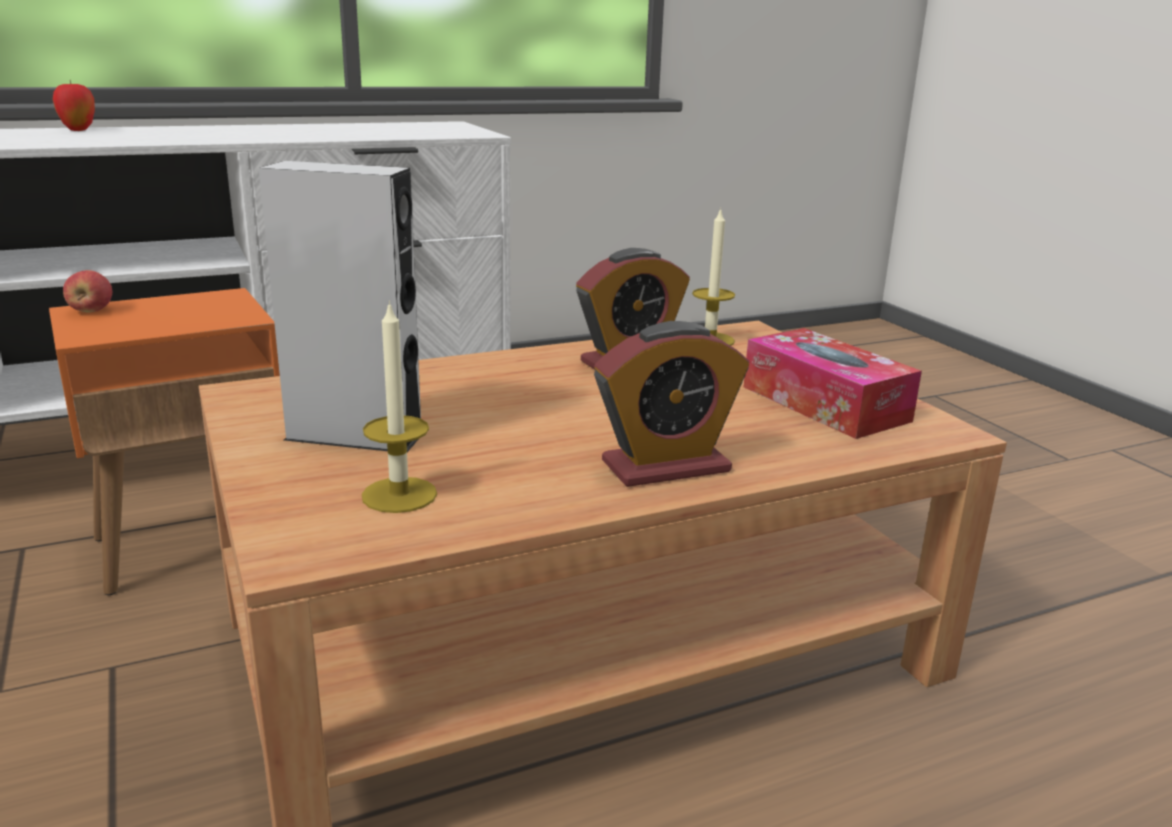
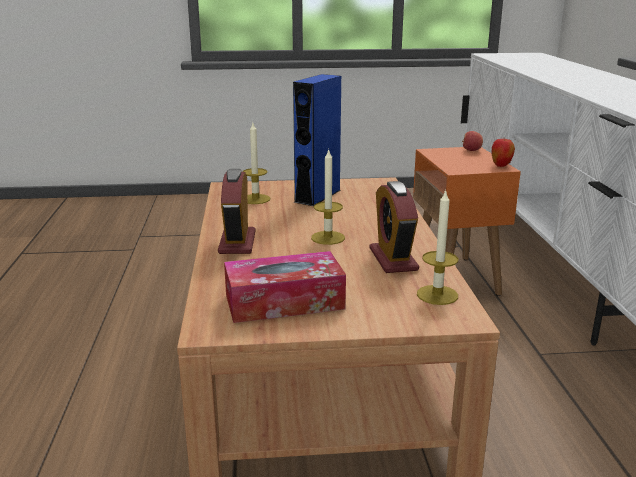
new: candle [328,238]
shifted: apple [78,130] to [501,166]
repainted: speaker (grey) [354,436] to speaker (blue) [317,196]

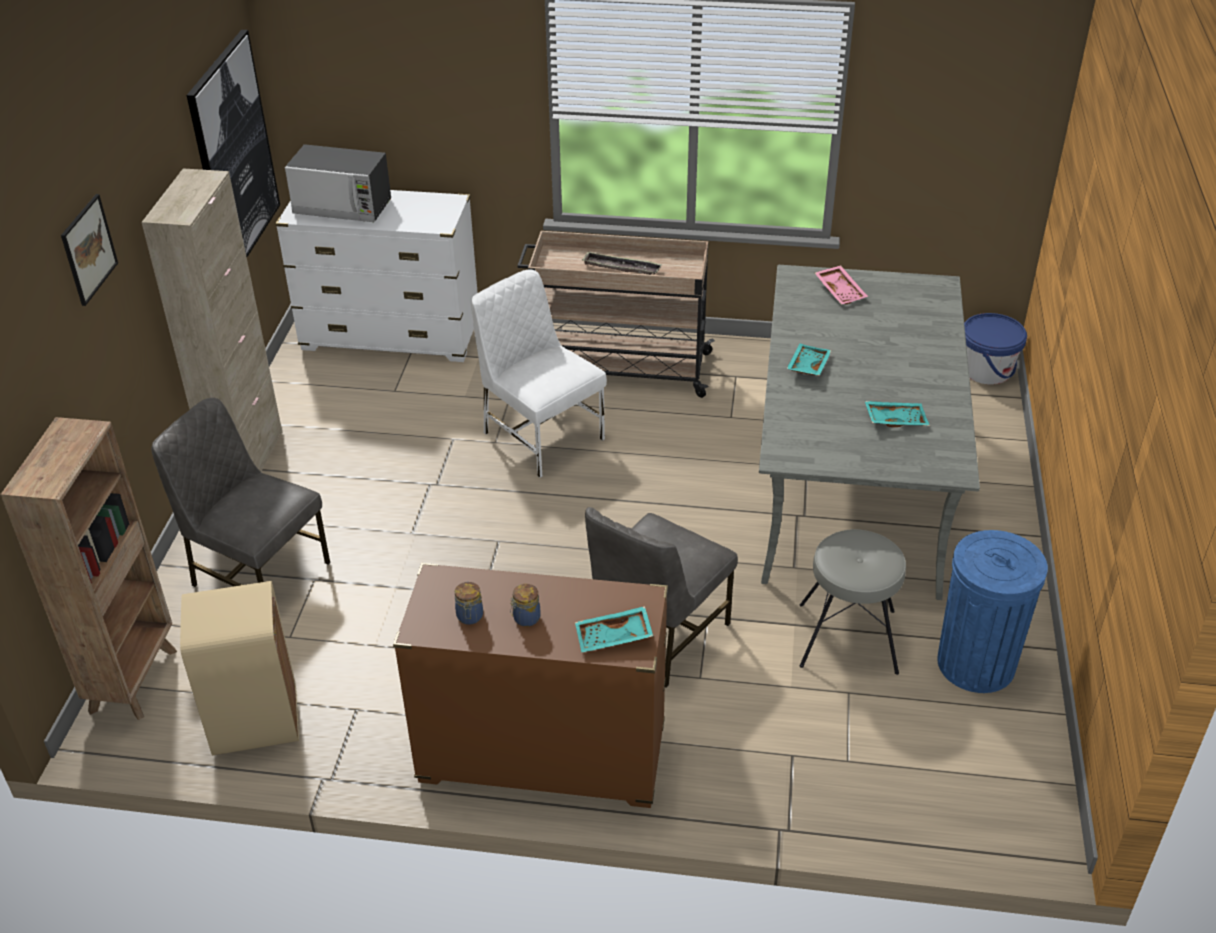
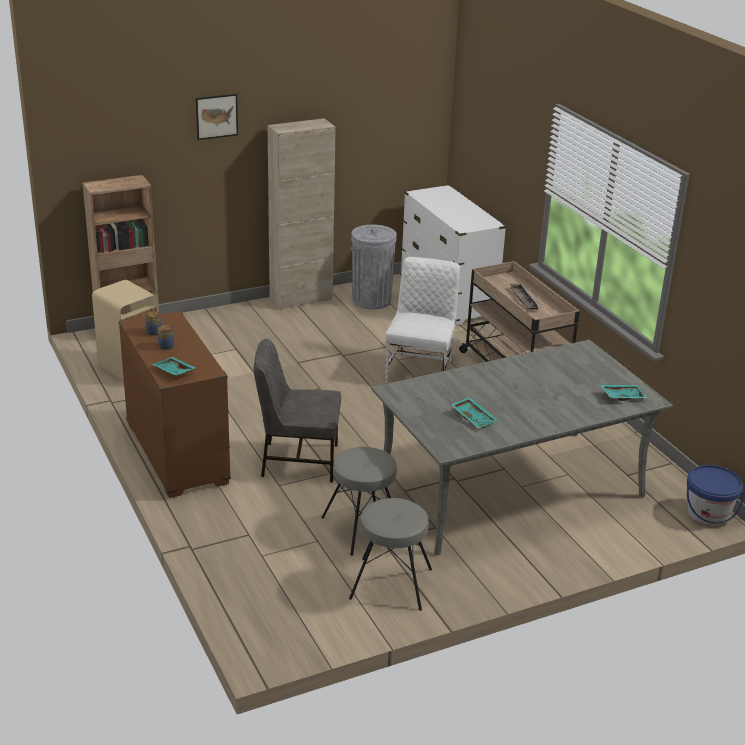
gone: picture [233,154]; microwave [343,207]; tray (pink) [841,291]; chair (grey) [258,574]
new: trash can (grey) [371,300]
shifted: tray (turquoise) [807,366] to [622,396]
swapped: trash can (blue) [976,664] to stool (grey) [391,584]

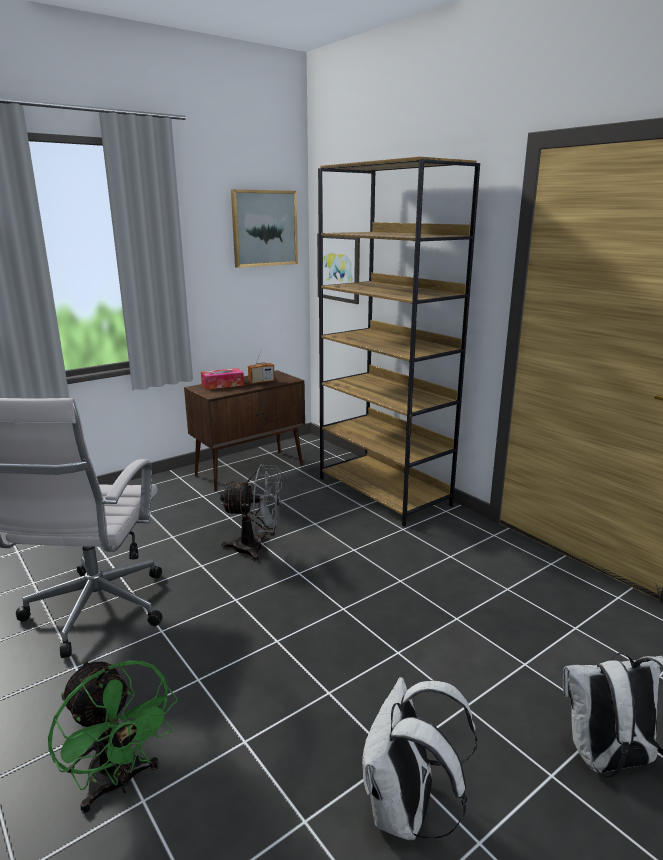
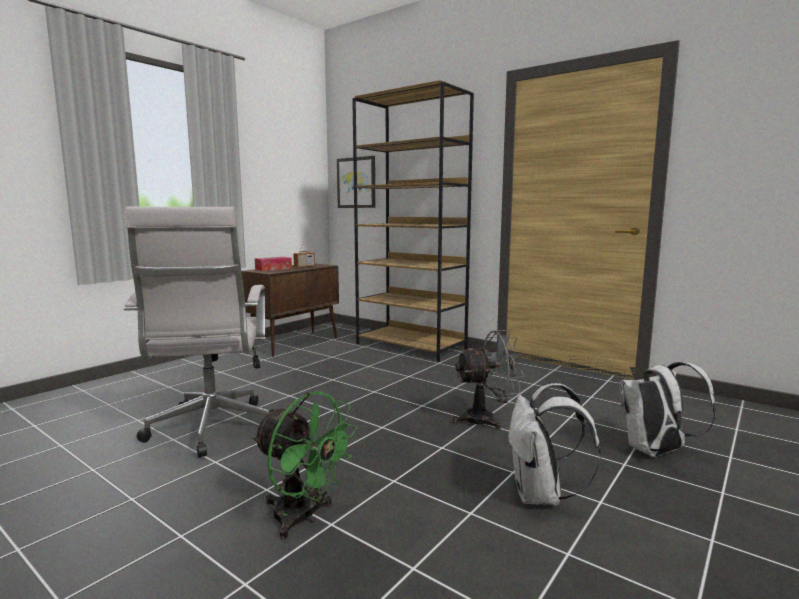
gone: picture [264,228]
shifted: fan (grey) [256,548] to [487,419]

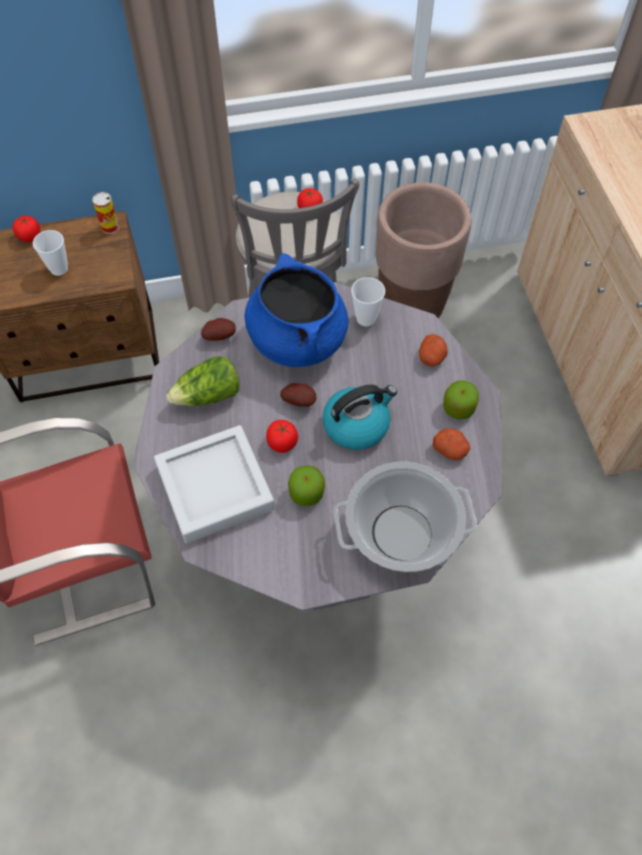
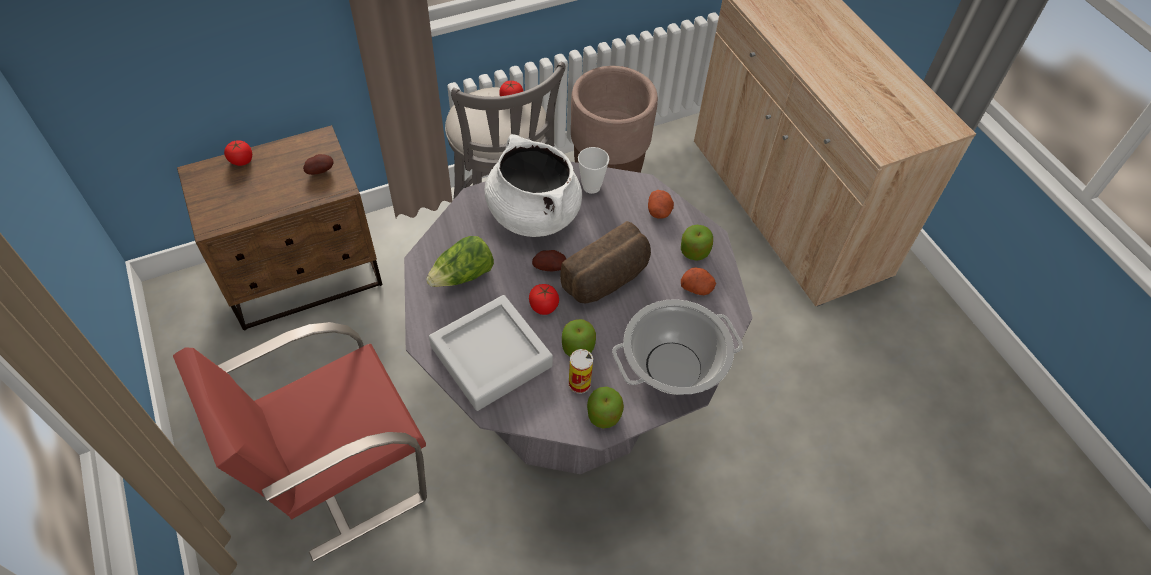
gone: cup [59,269]
new: apple [604,415]
shifted: can [110,227] to [579,383]; potato [220,336] to [320,171]
swapped: kettle [357,425] to bread [608,280]
repainted: cooking pot (blue) [296,339] to cooking pot (white) [533,214]

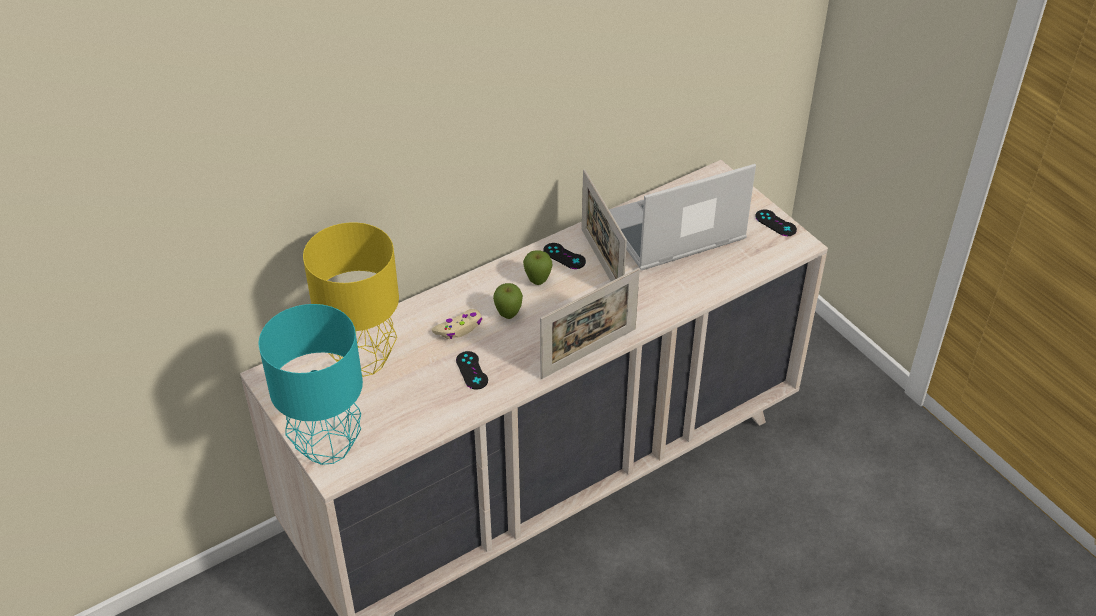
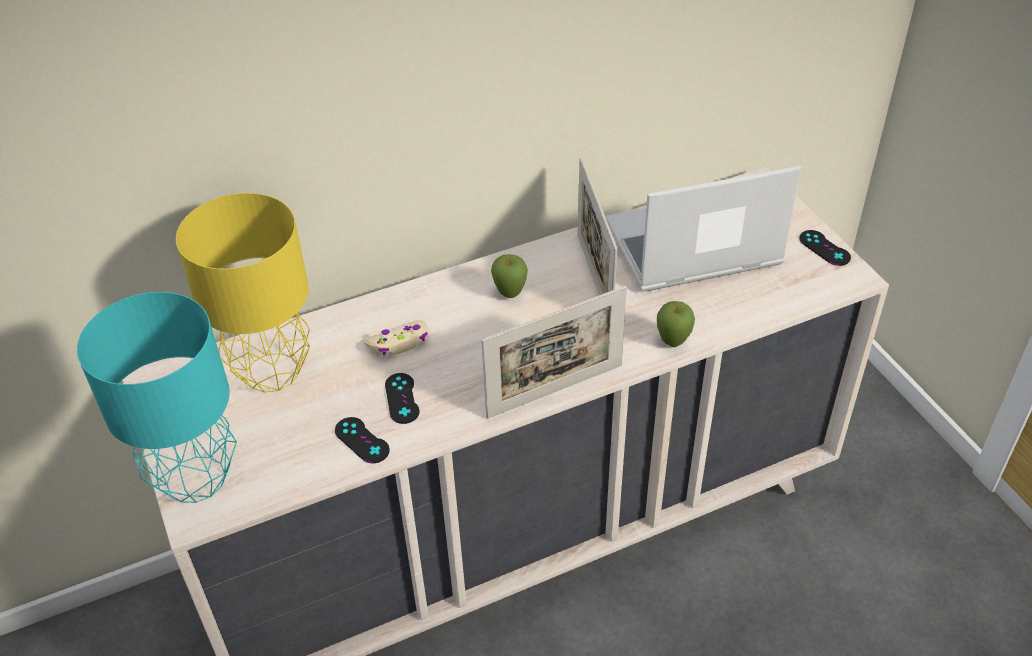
shifted: game controller (black) [564,256] to [362,440]; apple [508,315] to [673,343]

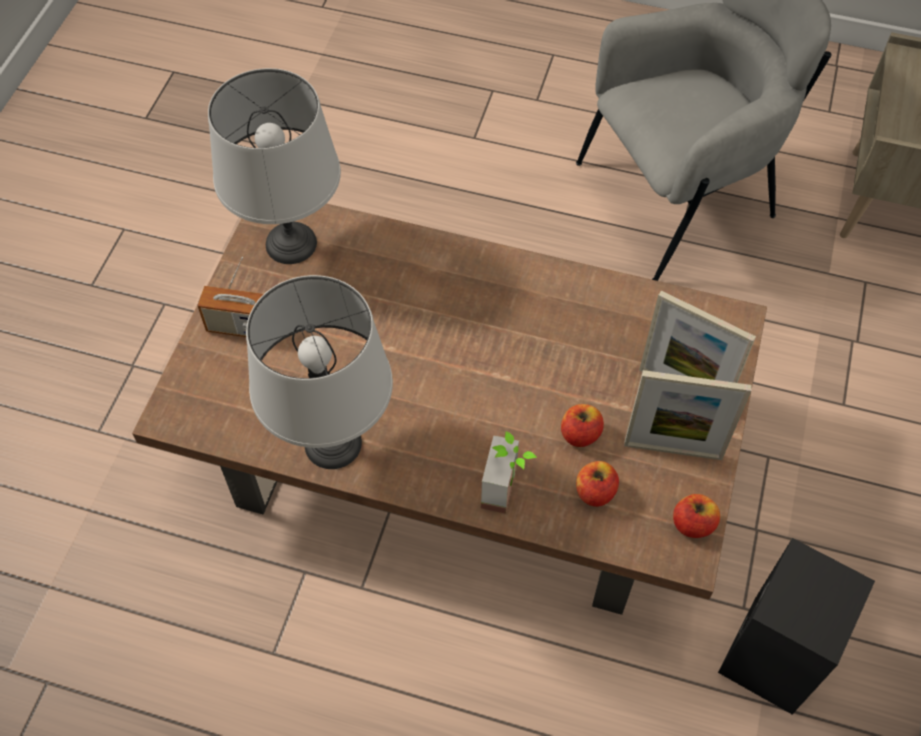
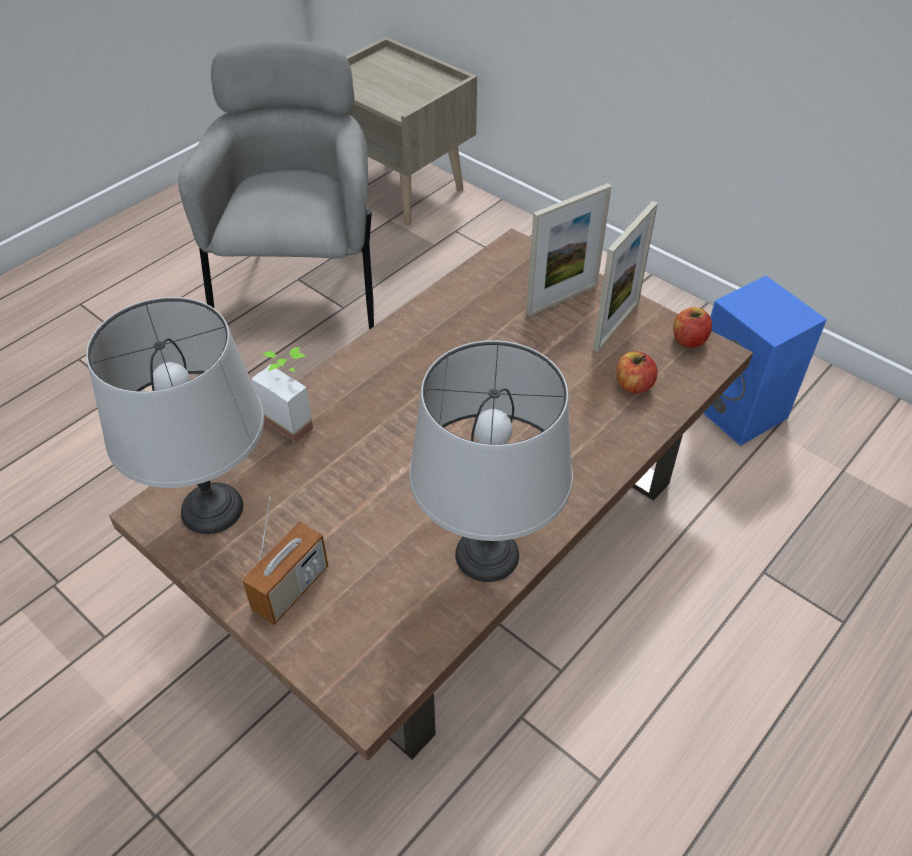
gone: apple [580,434]
shifted: potted plant [509,490] to [294,417]
repainted: speaker (black) [773,659] to speaker (blue) [740,409]

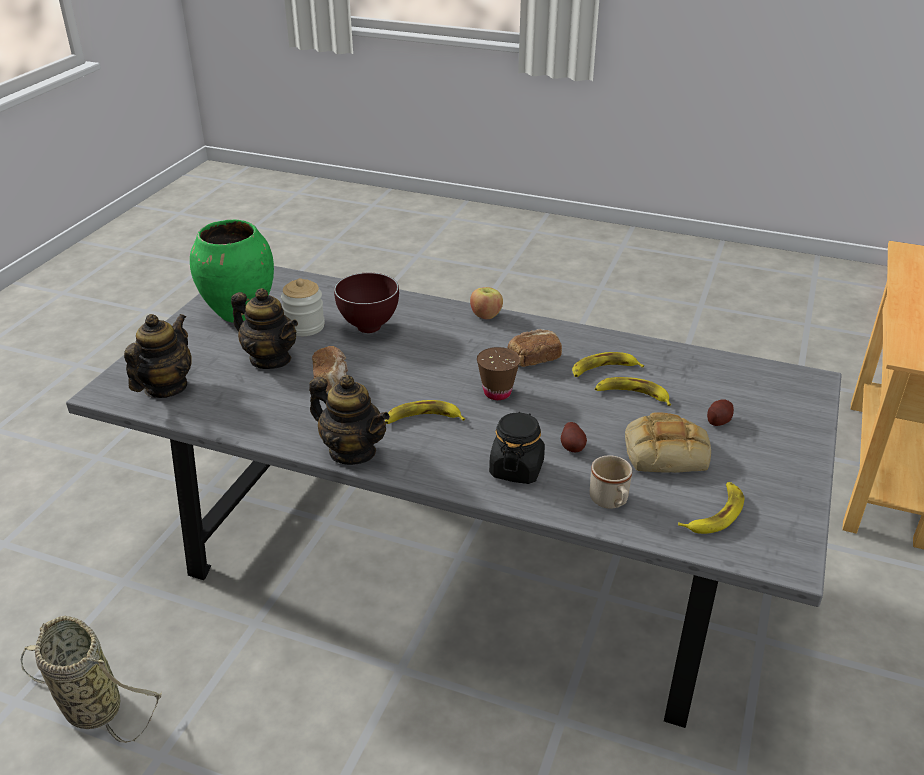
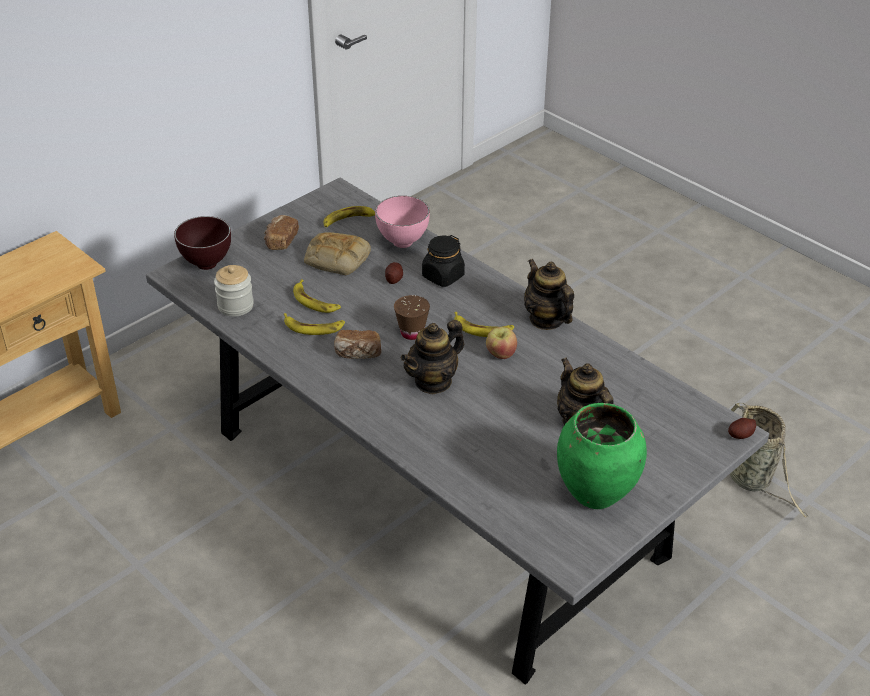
shifted: bowl (brown) [370,328] to [205,264]; jar [305,326] to [235,306]; apple [486,315] to [500,354]; teapot [165,387] to [433,381]; bread [331,380] to [281,241]; potato [718,420] to [740,435]
swapped: mug (beige) [611,502] to bowl (pink) [402,242]

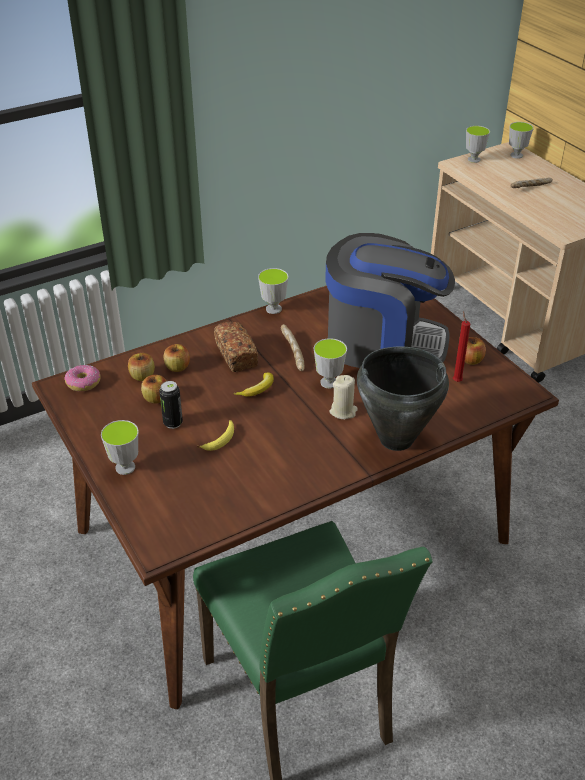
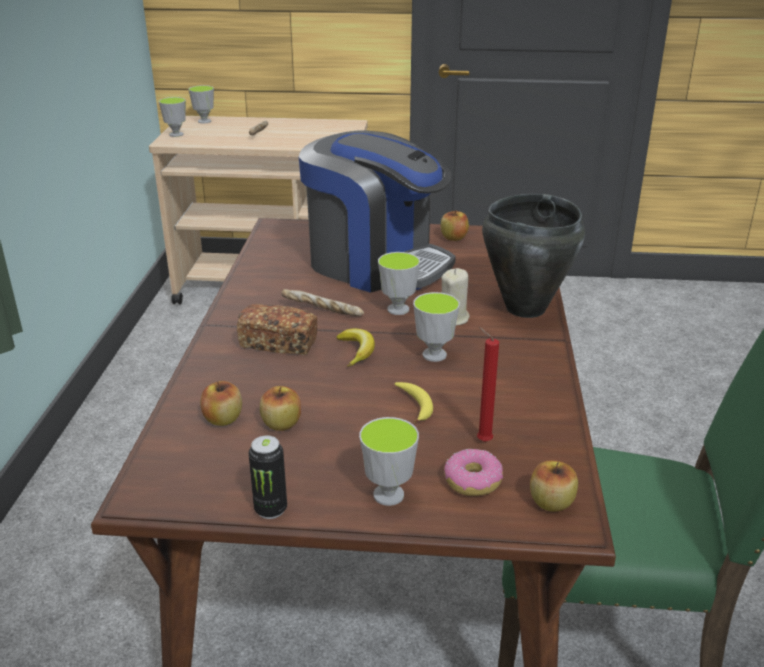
shifted: cup [273,309] to [434,355]; candle (red) [456,380] to [482,441]; apple [177,367] to [551,502]; donut [83,383] to [472,480]; can [173,423] to [270,509]
rotated: coffee machine [383,344] = [376,264] 75 degrees clockwise

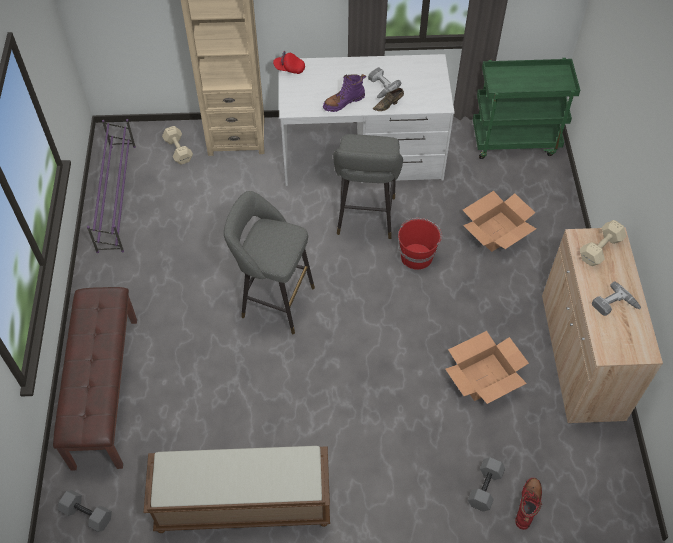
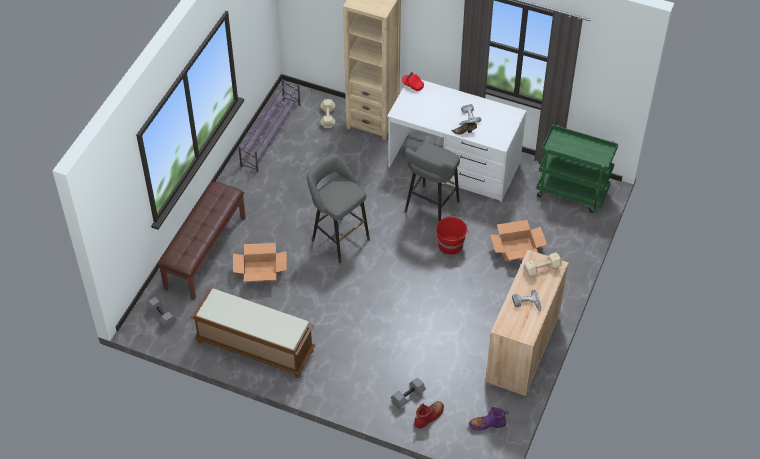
shifted: boot (purple) [343,102] to [487,424]; cardboard box [483,377] to [260,271]

